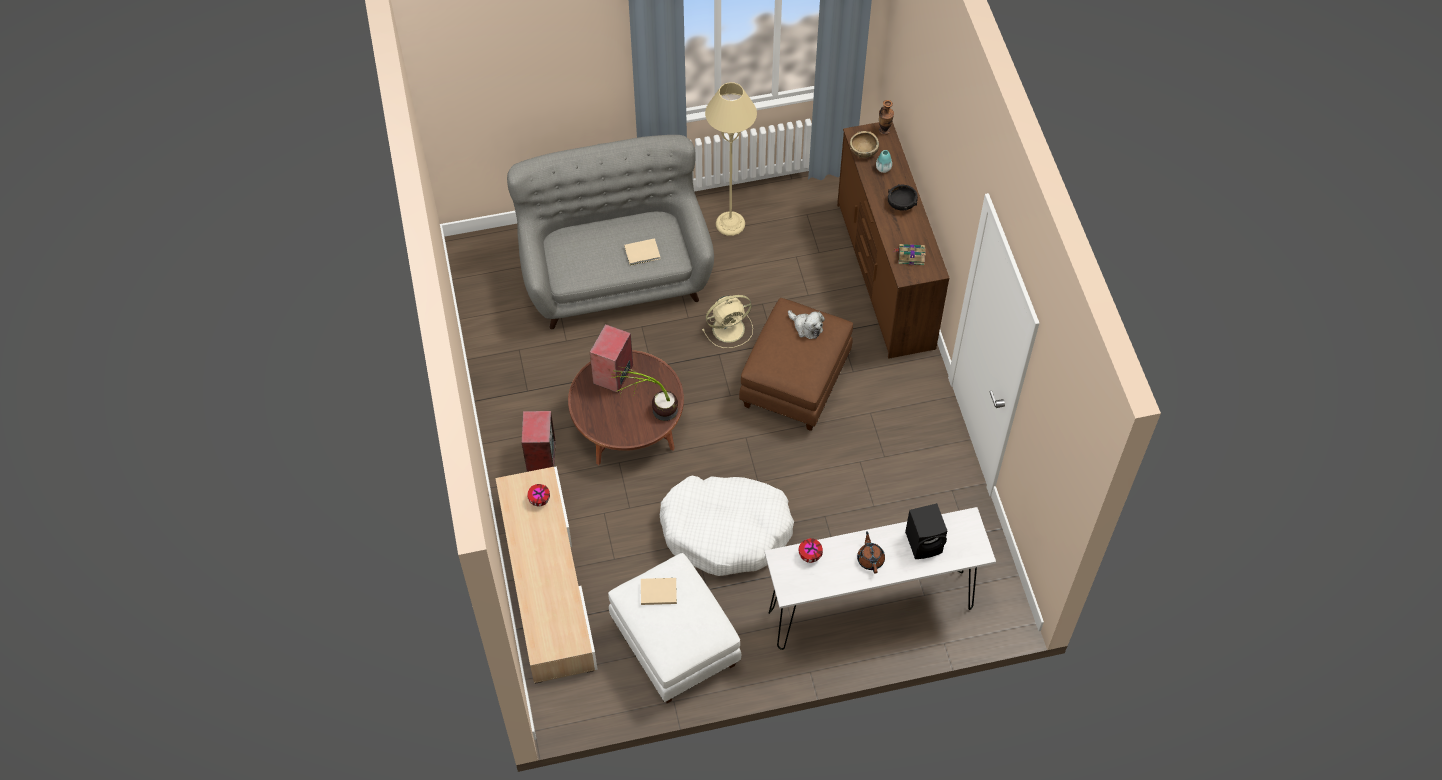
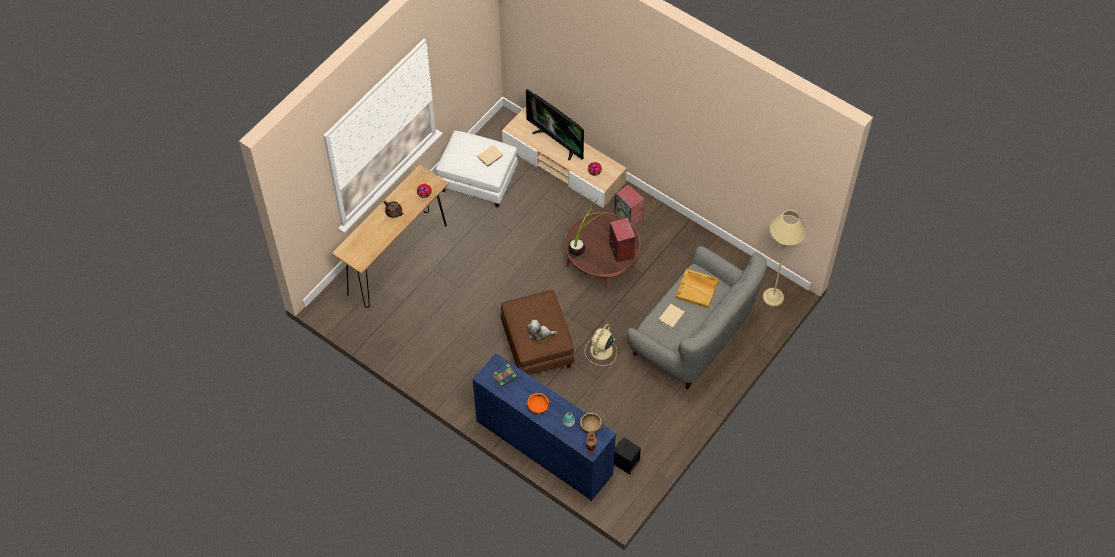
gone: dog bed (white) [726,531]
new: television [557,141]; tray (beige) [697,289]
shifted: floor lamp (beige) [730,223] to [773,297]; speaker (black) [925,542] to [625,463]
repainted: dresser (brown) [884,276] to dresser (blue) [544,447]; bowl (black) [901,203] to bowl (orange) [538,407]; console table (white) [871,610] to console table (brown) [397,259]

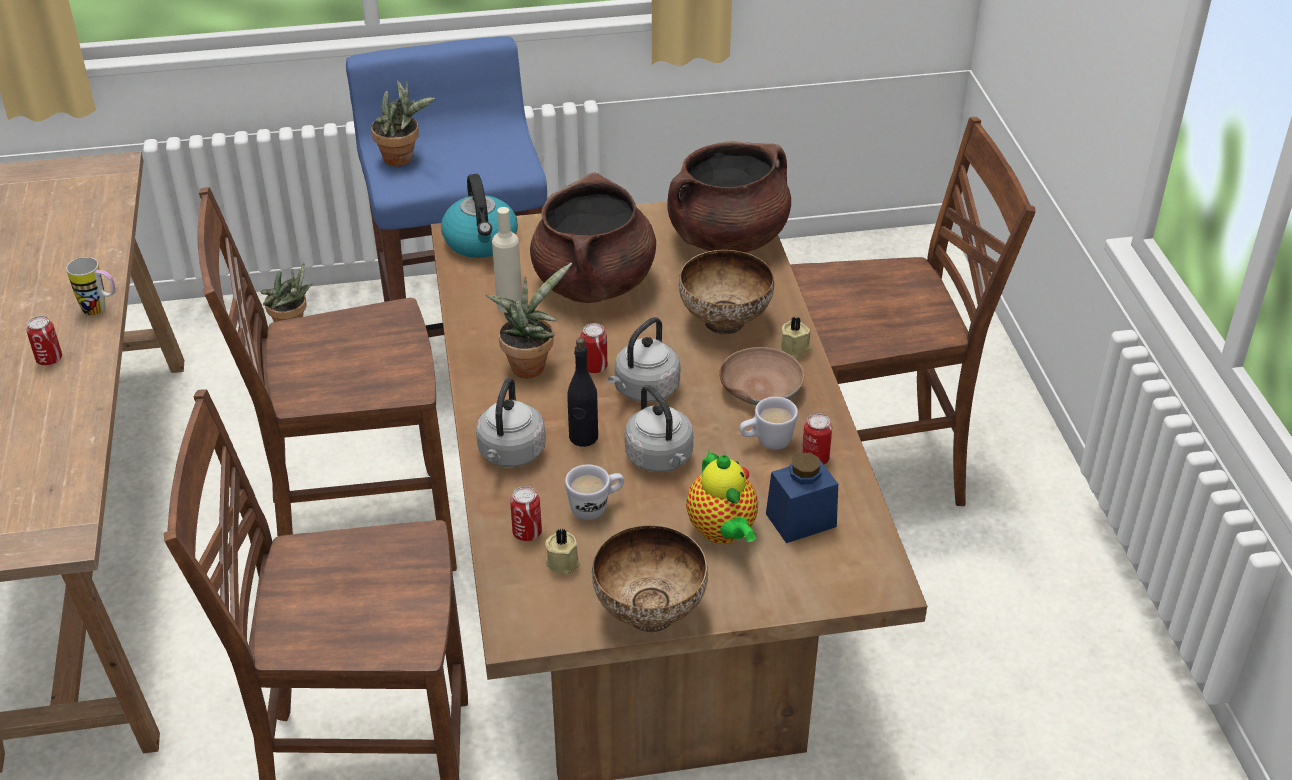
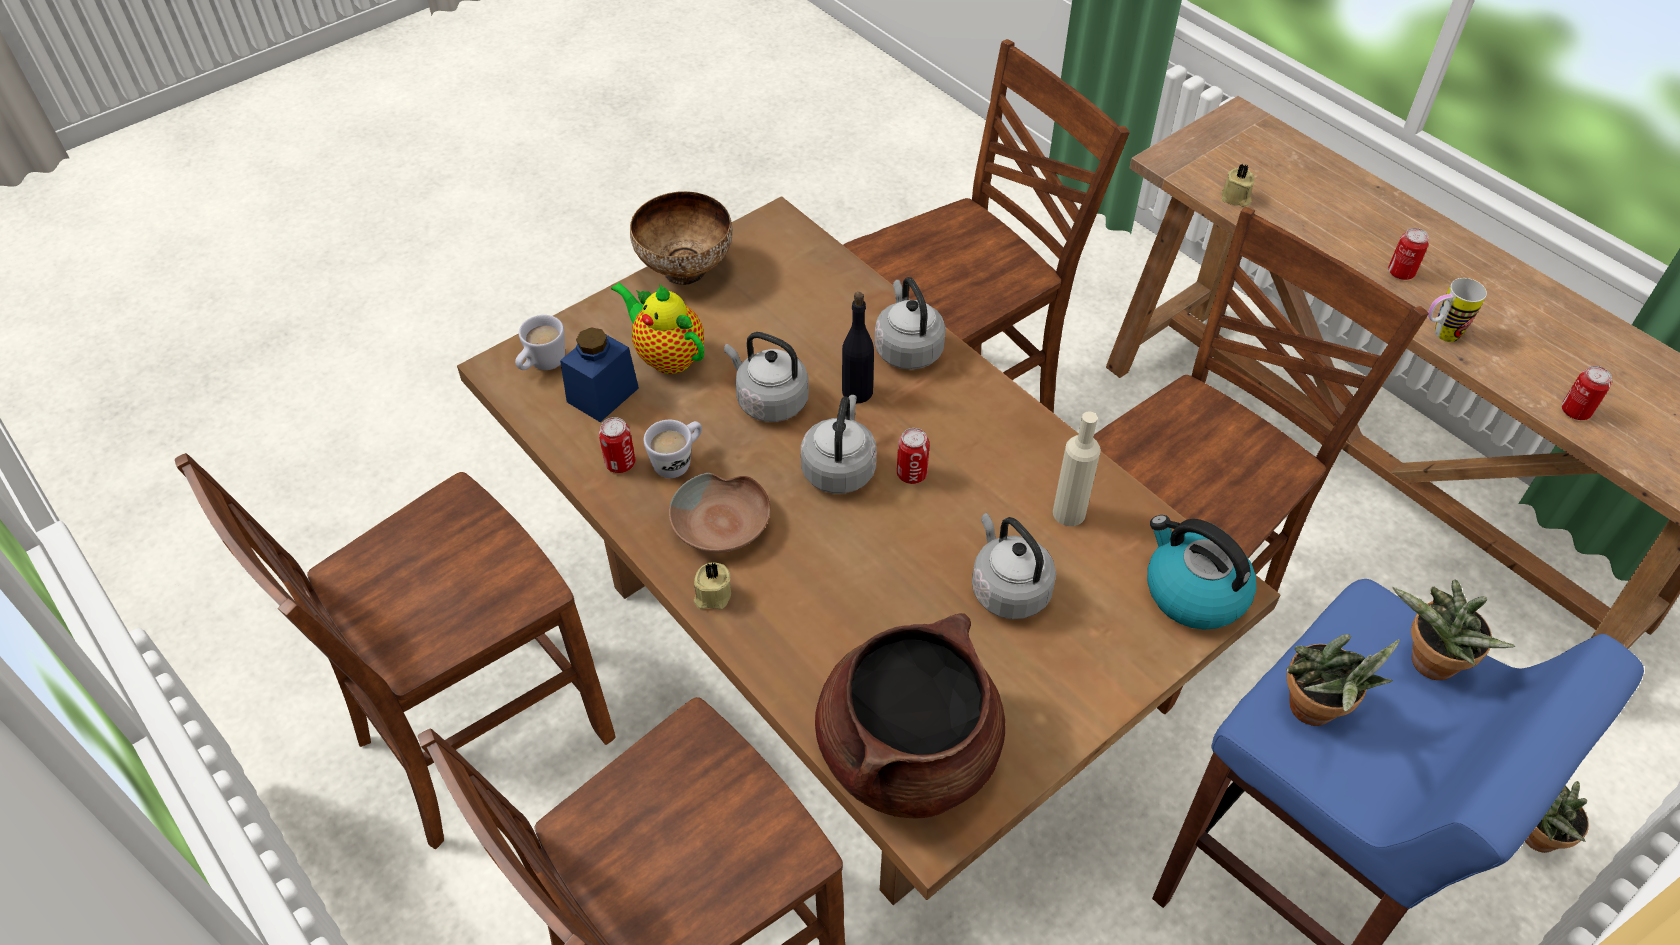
gone: bowl [724,323]
new: chair (brown) [477,737]
shifted: potted plant [530,364] to [1315,713]; mug (white) [596,507] to [542,365]; can [527,533] to [1575,411]; candle (beige) [563,561] to [1236,198]
swapped: cooking pot (brown) [594,283] to kettle (grey) [1007,589]

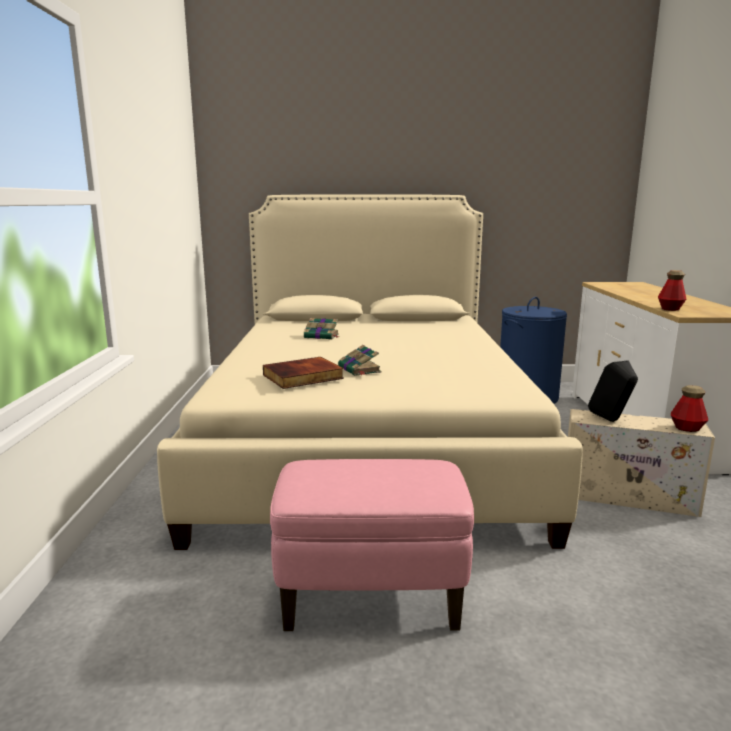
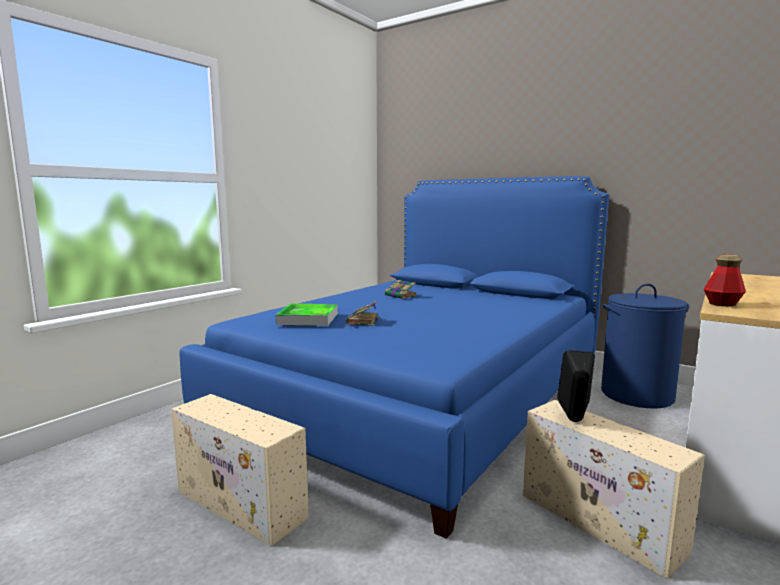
gone: bottle [687,428]
swapped: book [303,377] to tray [308,318]; ottoman (pink) [372,597] to storage box (beige) [242,505]
repainted: bed (beige) [366,440] to bed (blue) [419,393]

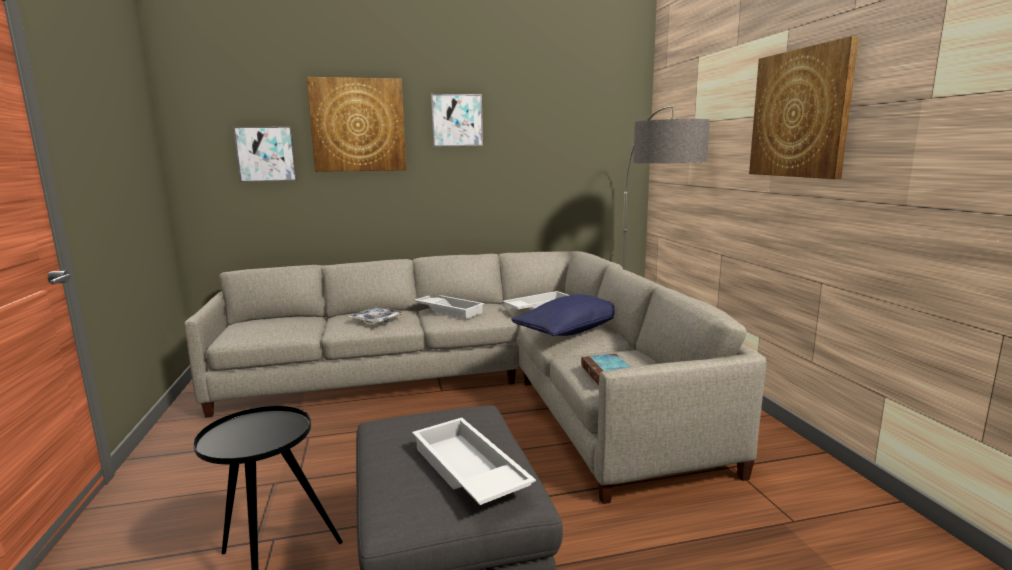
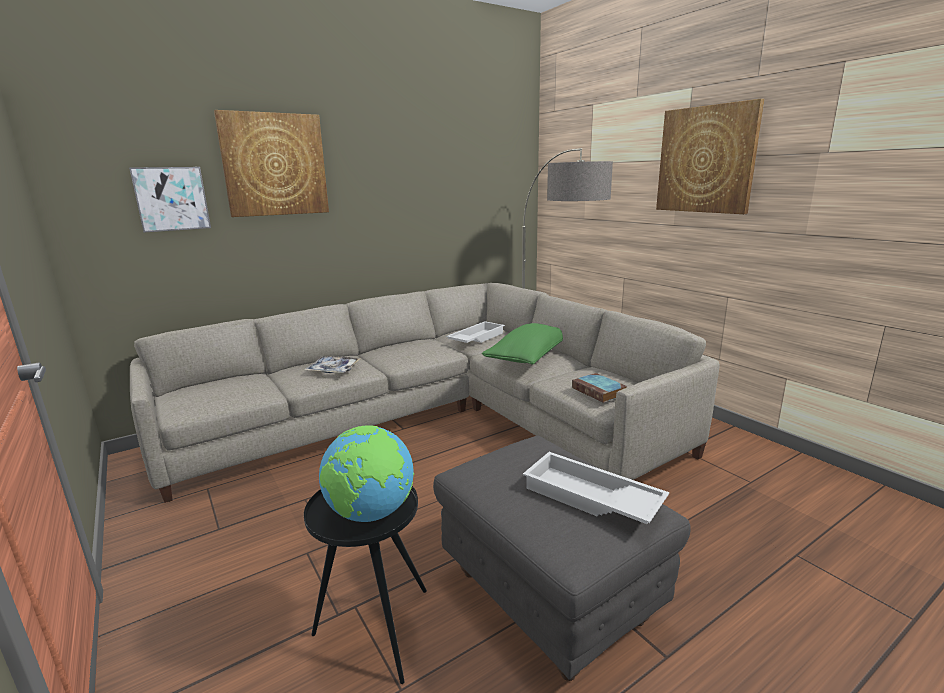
gone: picture [457,120]; tray (white) [450,310]
new: globe [371,513]
repainted: pillow (blue) [571,331] to pillow (green) [528,357]

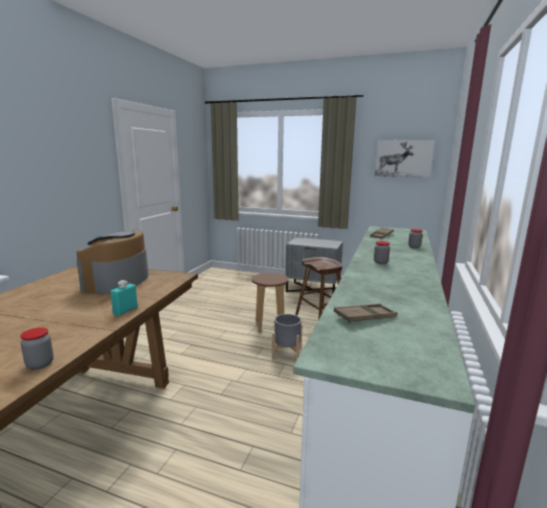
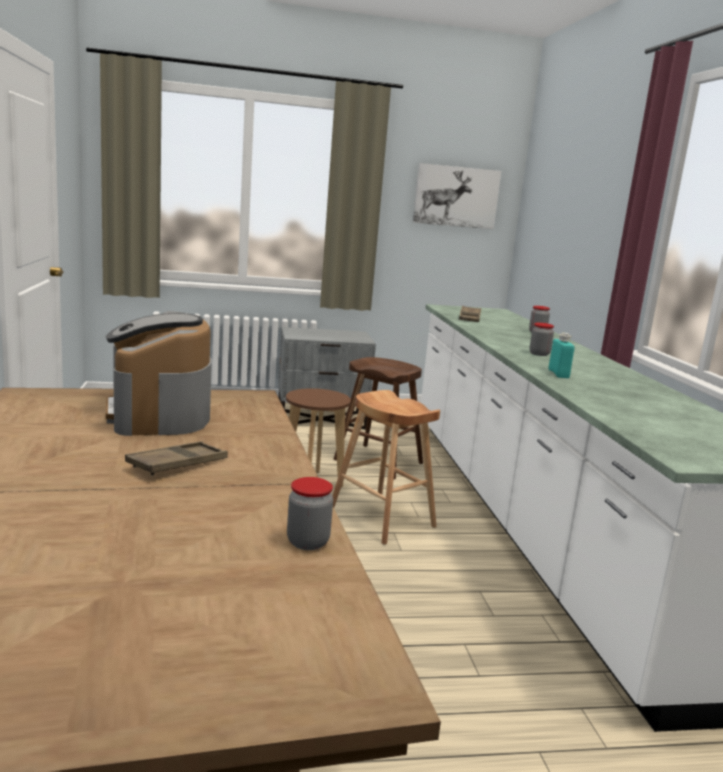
shifted: bottle (turquoise) [125,311] to [558,374]; tray (brown) [365,317] to [177,464]
swapped: planter (grey) [287,354] to stool (brown) [382,518]

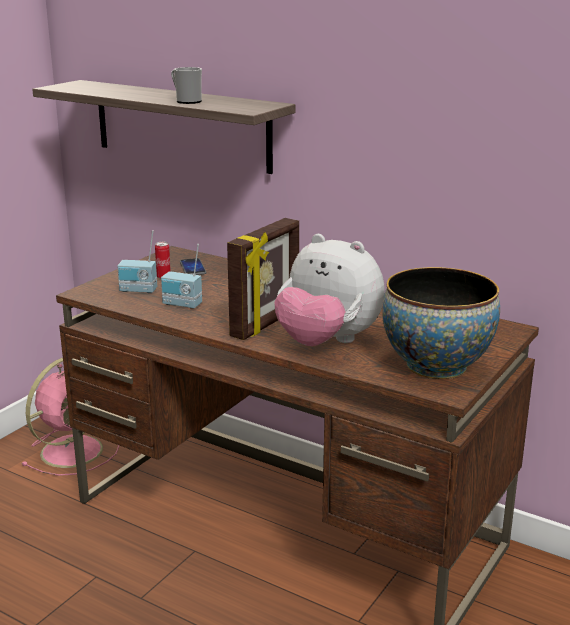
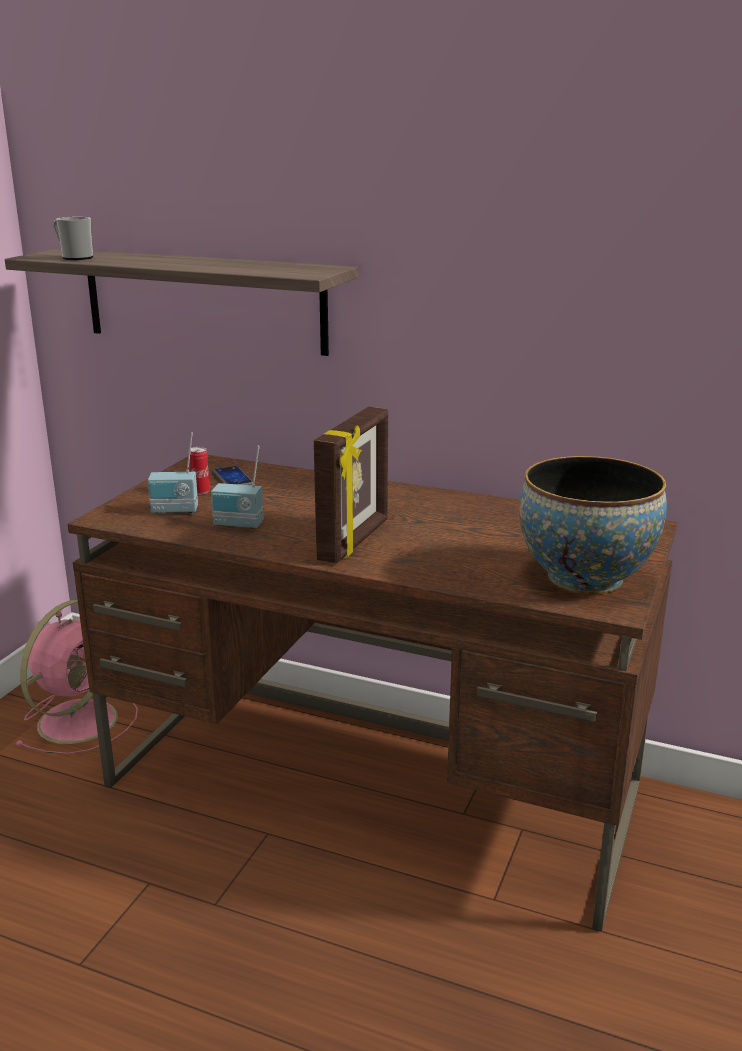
gone: plush toy [327,342]
shifted: mug [186,101] to [74,257]

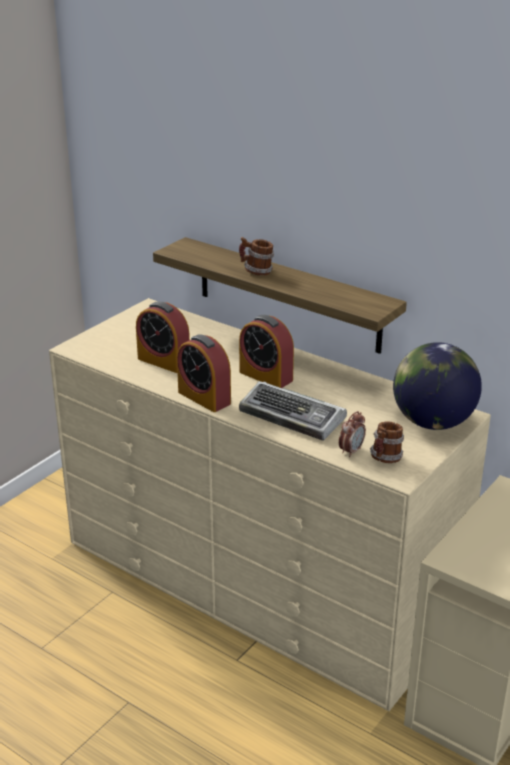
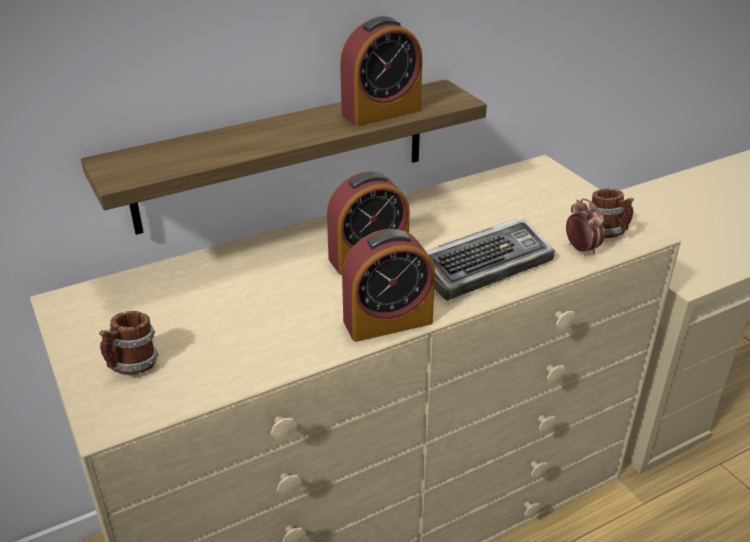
gone: globe [433,423]
shifted: mug [256,272] to [132,366]; alarm clock [164,361] to [381,112]

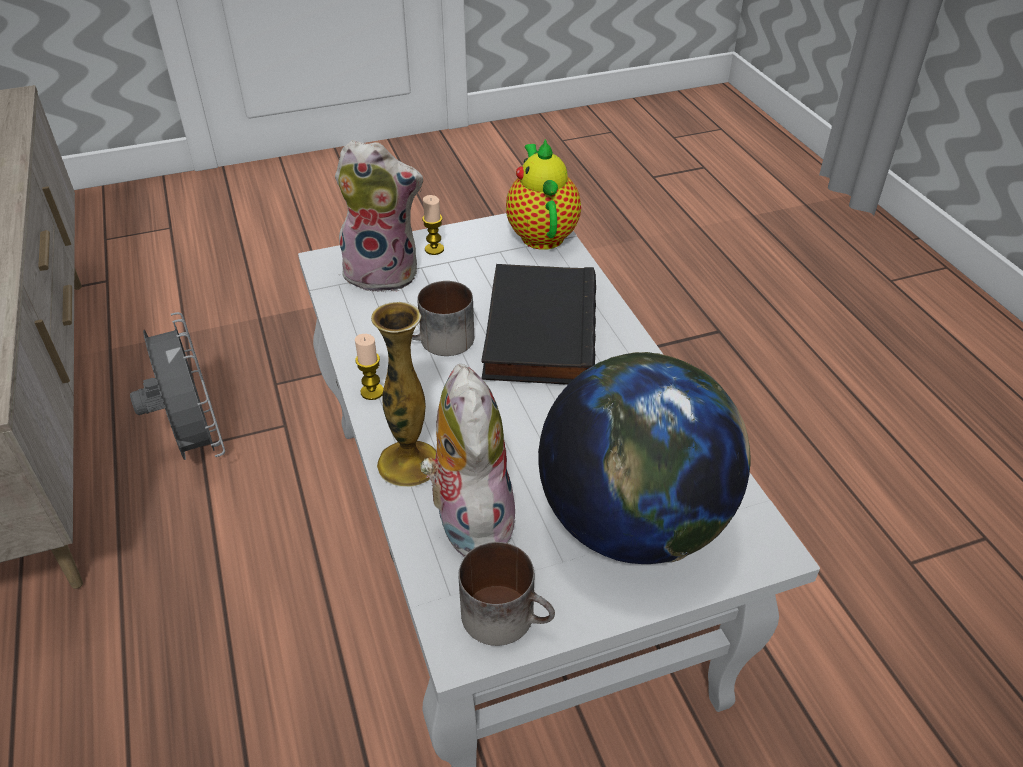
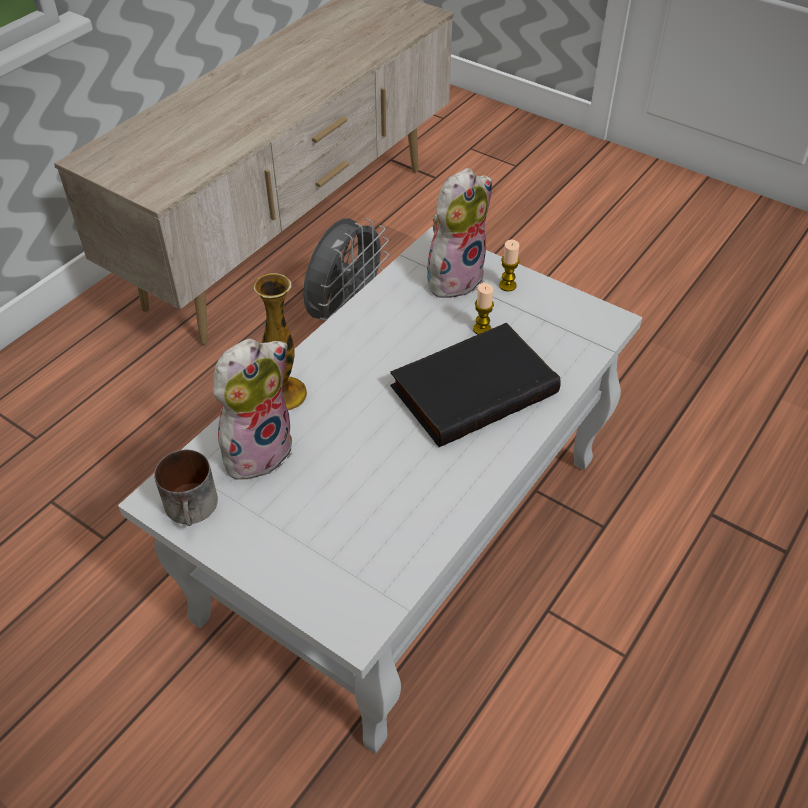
gone: teapot [541,233]; mug [441,342]; globe [633,524]
shifted: candle [372,392] to [482,329]
rotated: plush toy [384,273] = [454,277] 105 degrees counterclockwise

